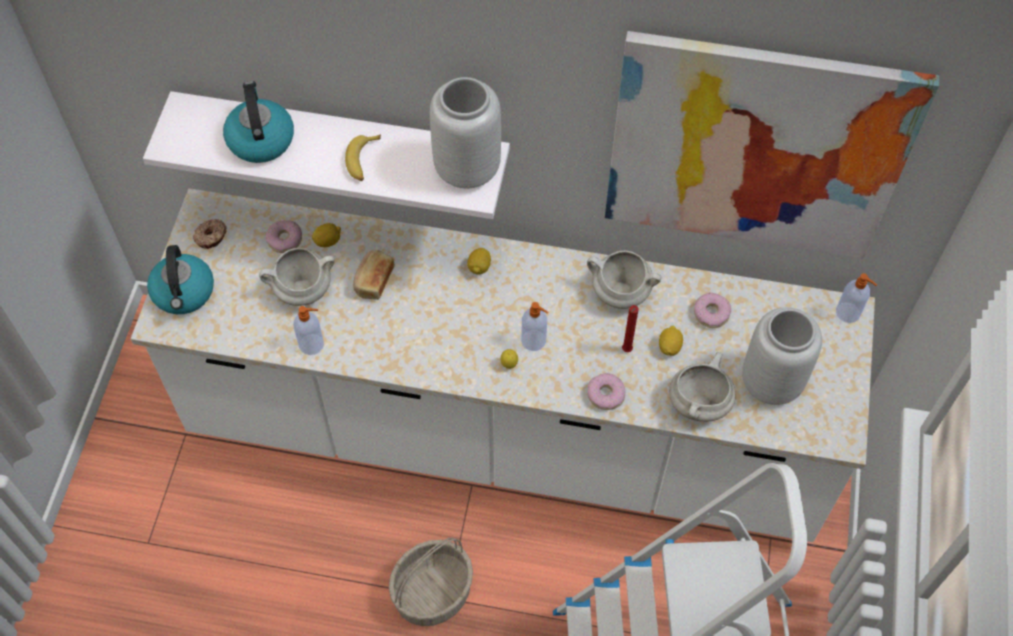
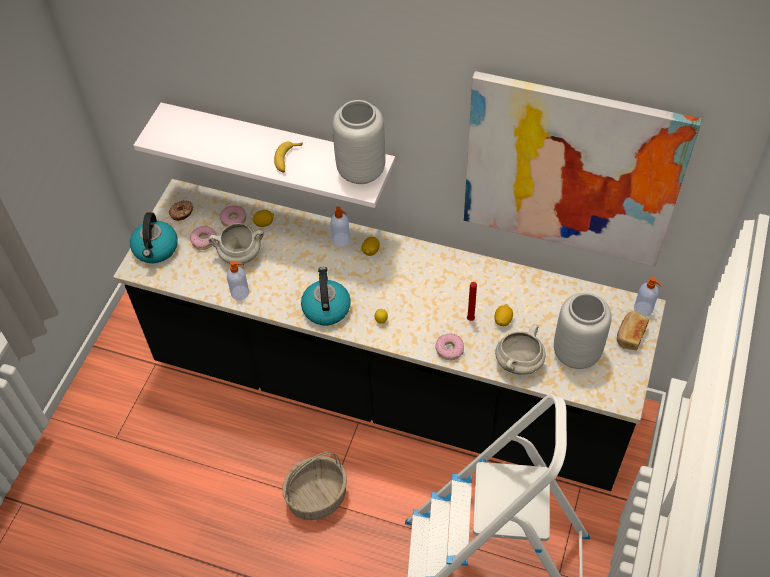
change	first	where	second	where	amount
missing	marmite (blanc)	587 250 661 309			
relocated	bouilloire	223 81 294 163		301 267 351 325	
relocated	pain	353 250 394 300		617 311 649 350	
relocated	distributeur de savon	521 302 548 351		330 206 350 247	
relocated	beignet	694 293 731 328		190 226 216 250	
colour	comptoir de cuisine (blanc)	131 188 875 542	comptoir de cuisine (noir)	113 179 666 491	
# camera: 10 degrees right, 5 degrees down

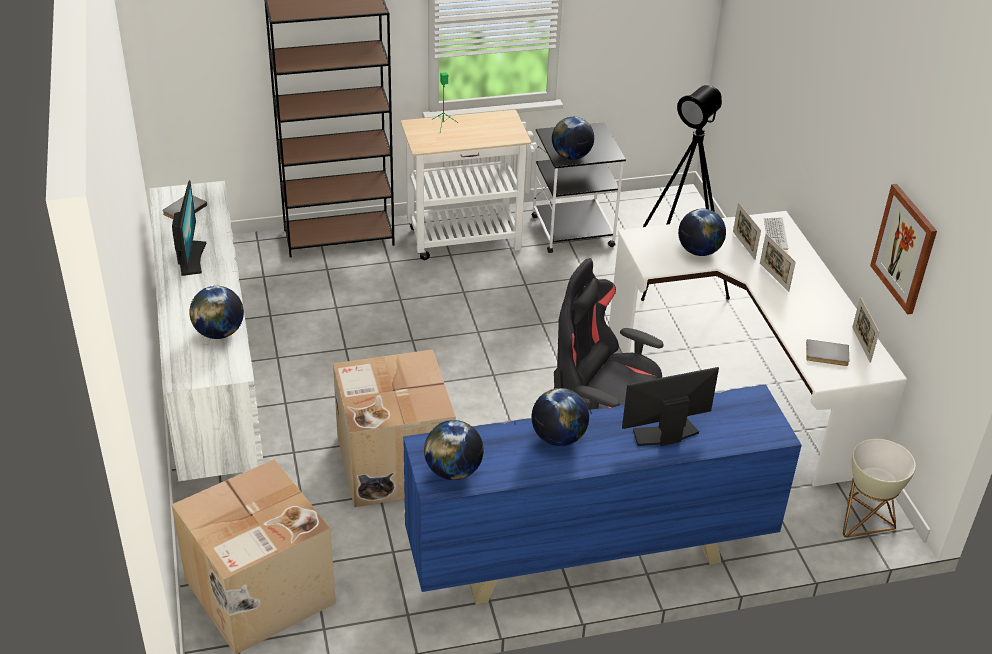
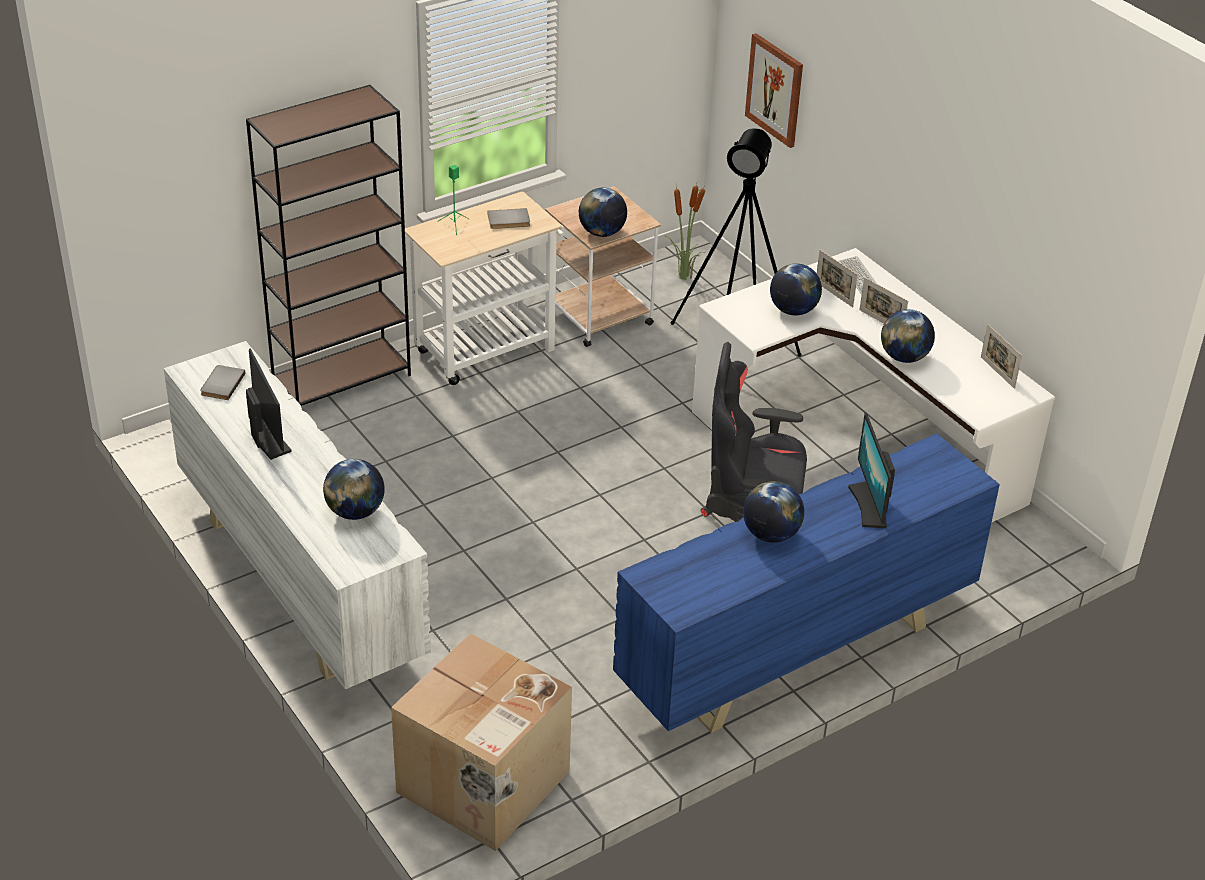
change	first	where	second	where	amount
missing	carton	333 349 456 507			
missing	cache-pot	843 438 916 537			
appeared			plante en pot	664 184 705 280	
relocated	globe	424 420 484 480		881 309 935 363	
relocated	livre (gris)	806 339 849 366		487 208 530 229	
relocated	tableau	870 184 937 315		745 33 803 148	
colour	chariot (noir)	532 122 626 253	chariot (beige)	545 186 661 347	
spun	écran d'ordinateur	622 367 719 446		848 412 895 528	60 degrees counterclockwise
# camera: 20 degrees left, 0 degrees up

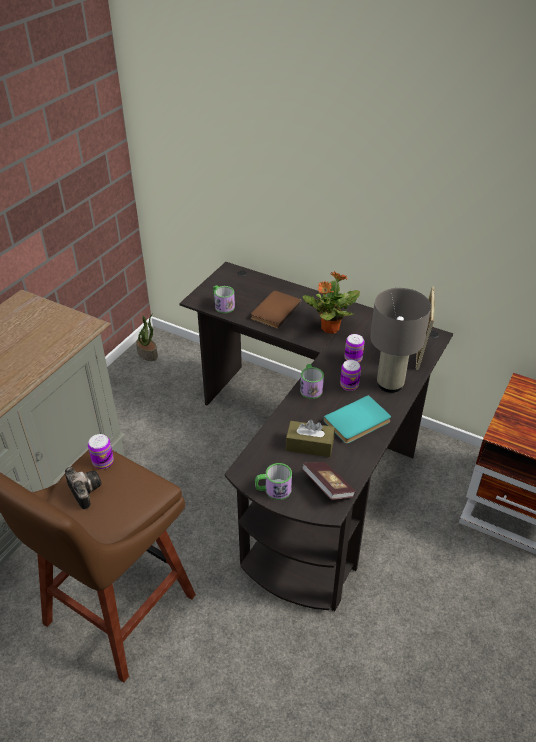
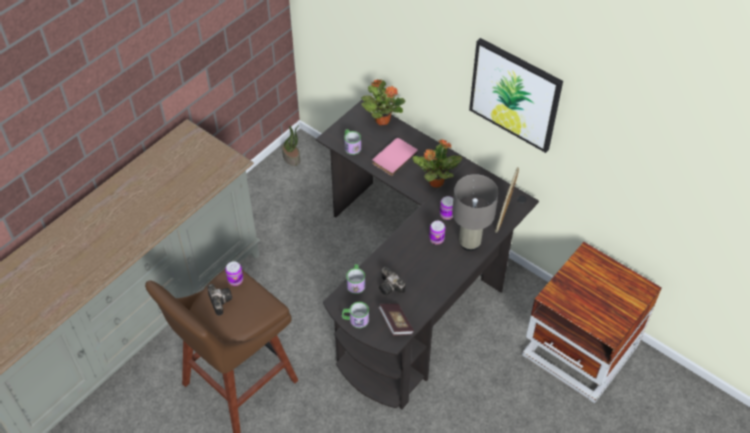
change	first	where	second	where	amount
missing	livre (turquoise)	323 395 391 444			
appeared			plante en pot	361 79 406 125	
appeared			tableau	469 38 563 153	
relocated	mug	300 364 324 399		346 264 365 294	
exchanged	boîte à mouchoirs (marron)	286 420 335 457	appareil photo	379 267 405 295	
colour	livre (marron)	251 291 301 329	livre (rose)	372 138 418 176	
# camera: 10 degrees right, 10 degrees up

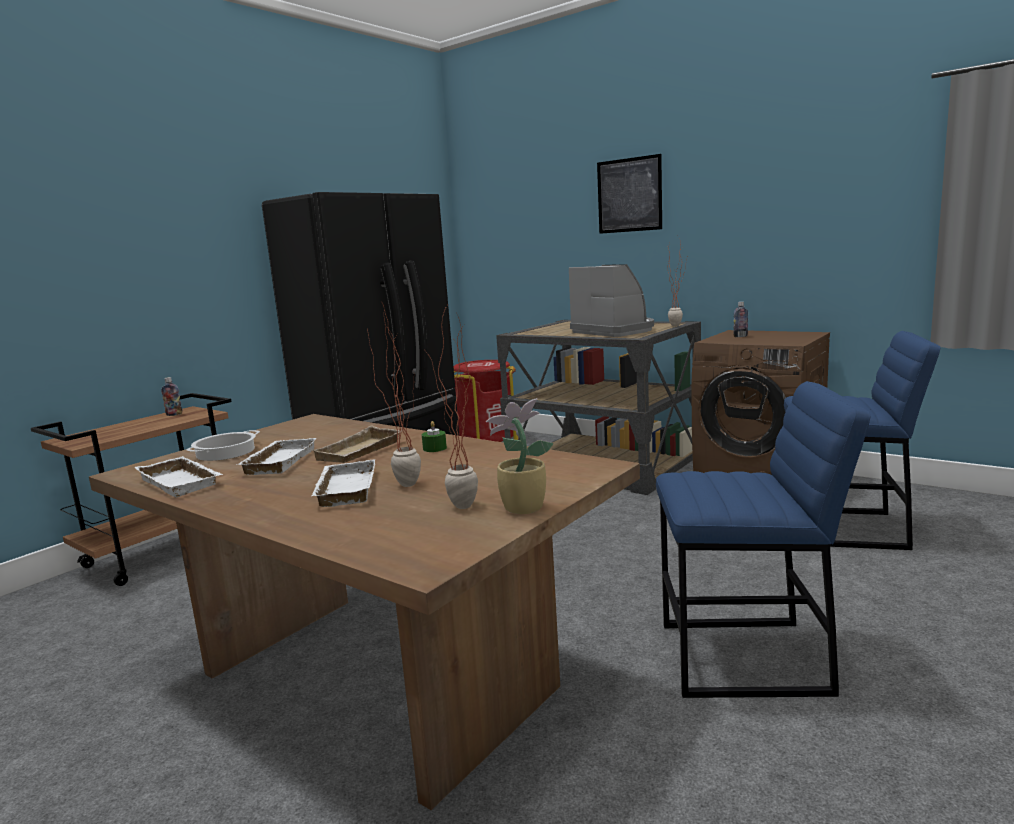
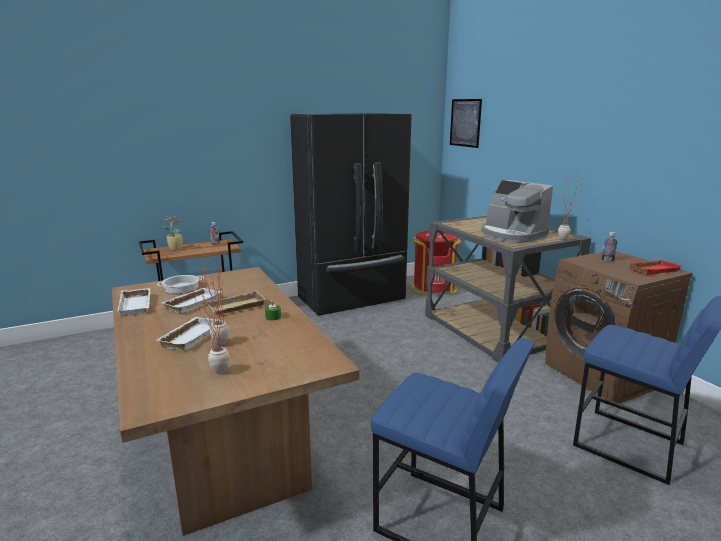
change	first	where	second	where	amount
appeared			plateau (rouge)	628 260 682 275	
relocated	plante en pot	486 398 554 514		162 216 183 250	
relocated	tableau	597 154 662 234		450 99 482 148	
spun	machine à café	569 264 654 337		481 180 553 243	150 degrees clockwise
# camera: 25 degrees right, 5 degrees up

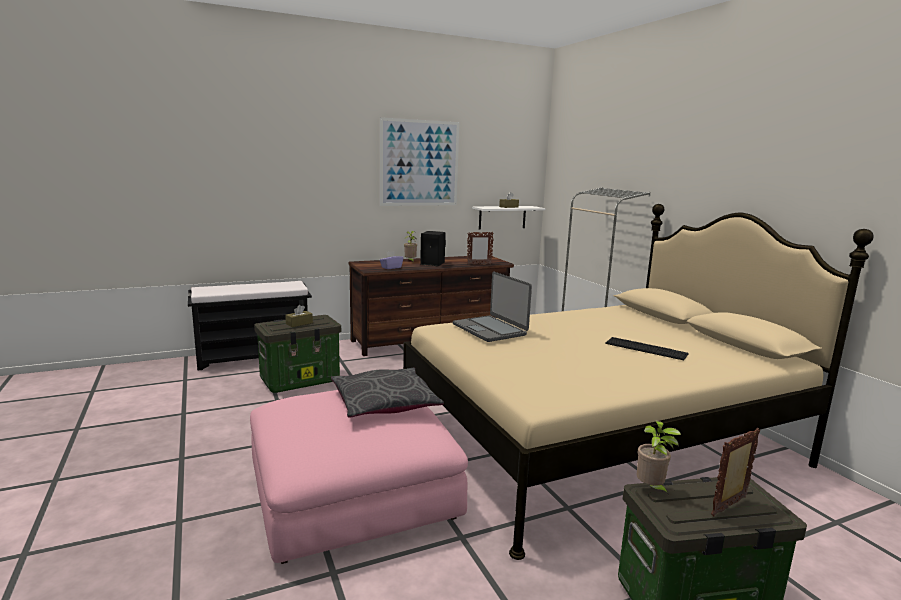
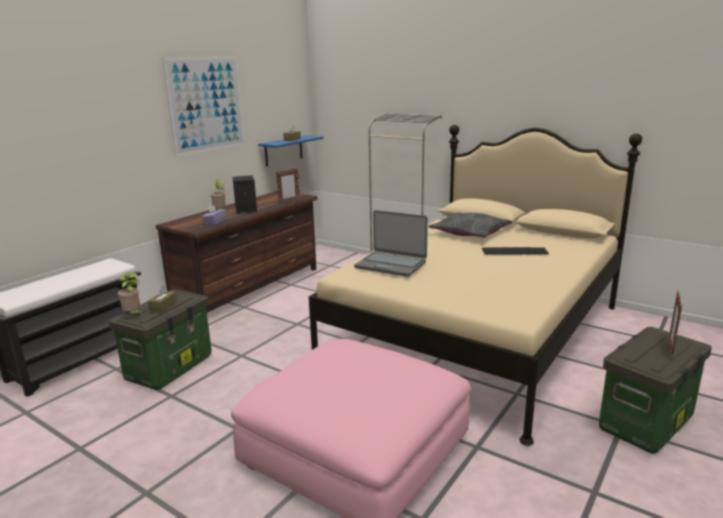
change	first	where	second	where	amount
relocated	coussin (gris)	331 368 444 417		428 213 512 238	
relocated	plante en pot	637 421 681 495		118 273 143 314	
colour	étagère (blanc)	472 206 545 229	étagère (bleu)	258 135 324 166	
# camera: 30 degrees left, 5 degrees up

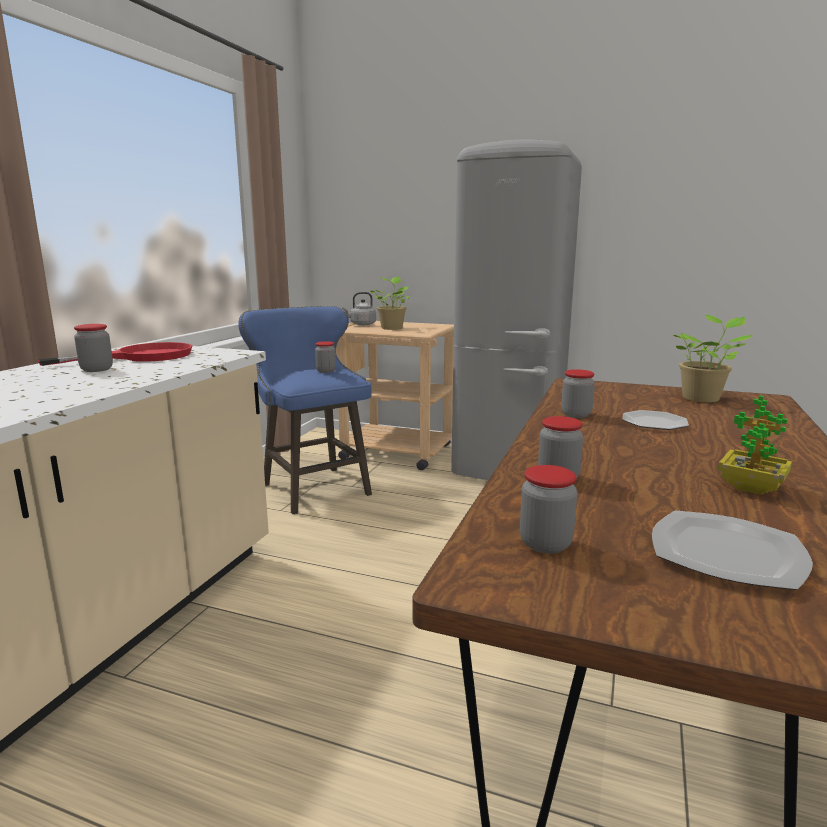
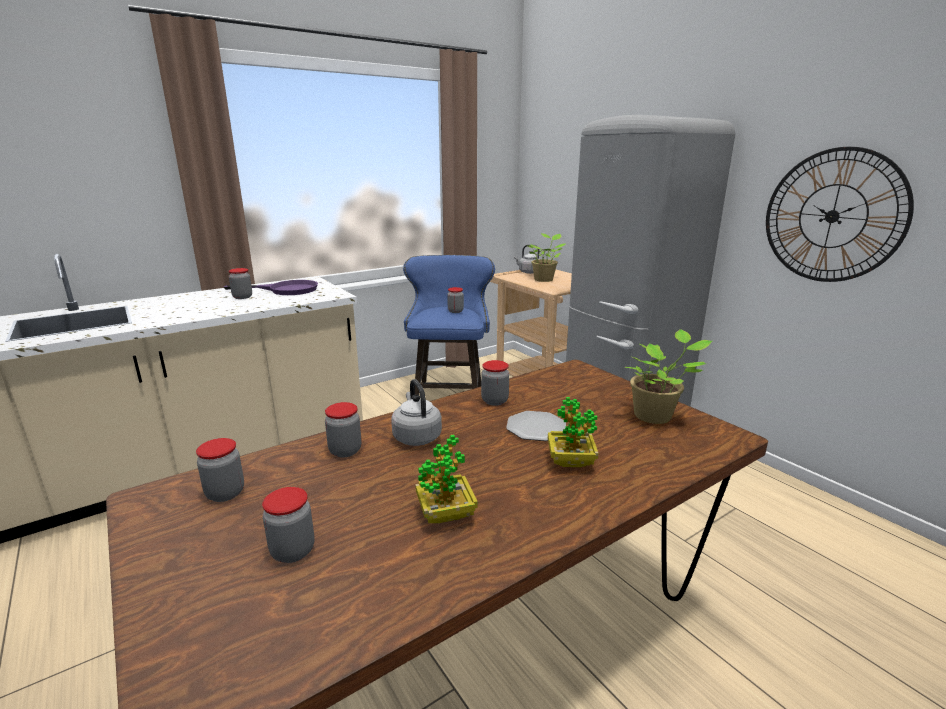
change	first	where	second	where	amount
appeared			bouilloire (gris)	391 379 442 446	
appeared			plante en pot	548 397 598 467	
appeared			horloge murale	766 147 914 282	
exchanged	assiette	652 511 813 590	bocal	262 487 315 563	
colour	poêle (rouge)	37 342 192 366	poêle (violet)	224 280 318 295	
# camera: 35 degrees right, 5 degrees up

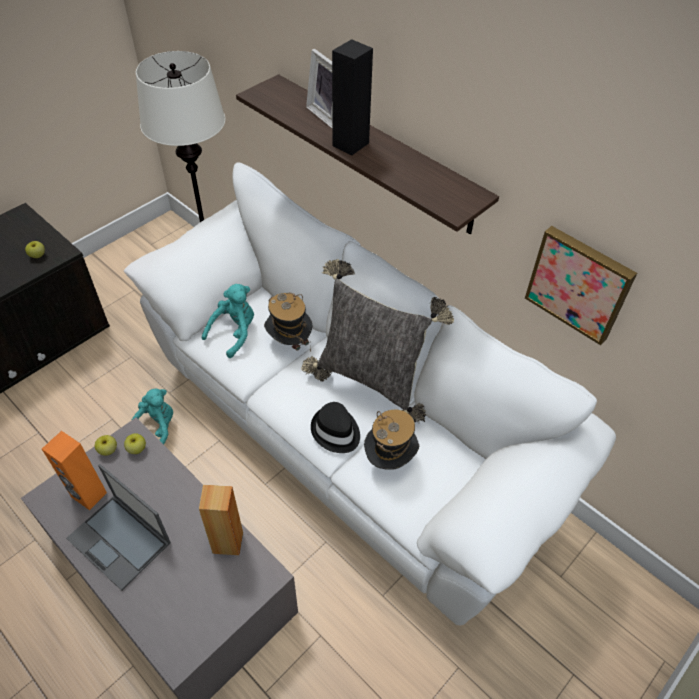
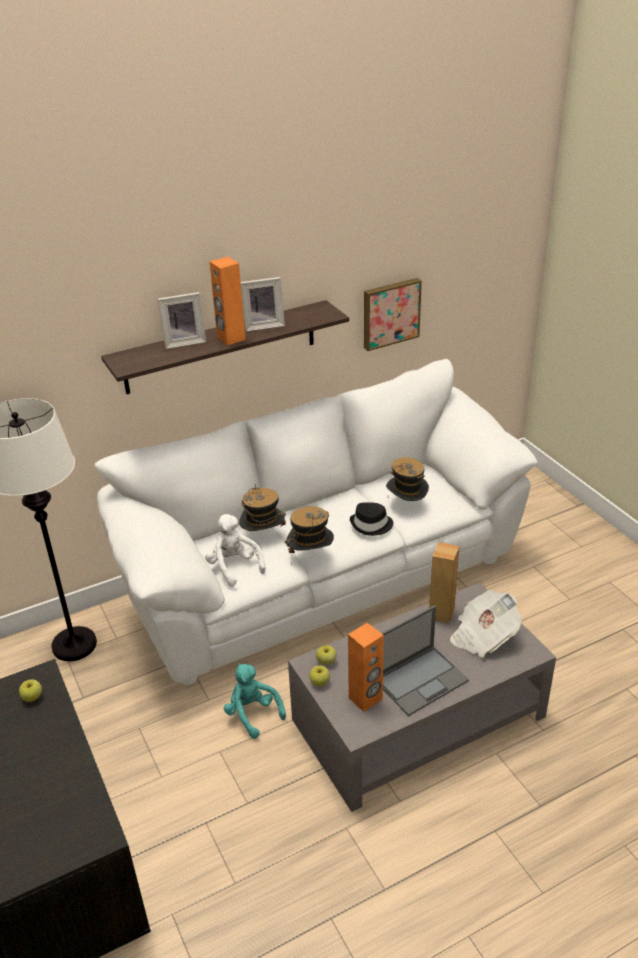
change	first	where	second	where	amount
missing	coussin	301 259 454 423			
appeared			cadre photo	241 277 285 332	
appeared			chapeau	285 506 334 565	
appeared			journal	450 590 522 657	
colour	peluche (turquoise)	202 284 254 358	peluche (blanc)	205 514 265 587	
colour	enceinte (noir)	332 39 373 155	enceinte (orange)	209 257 246 345	
# camera: 70 degrees left, 15 degrees down

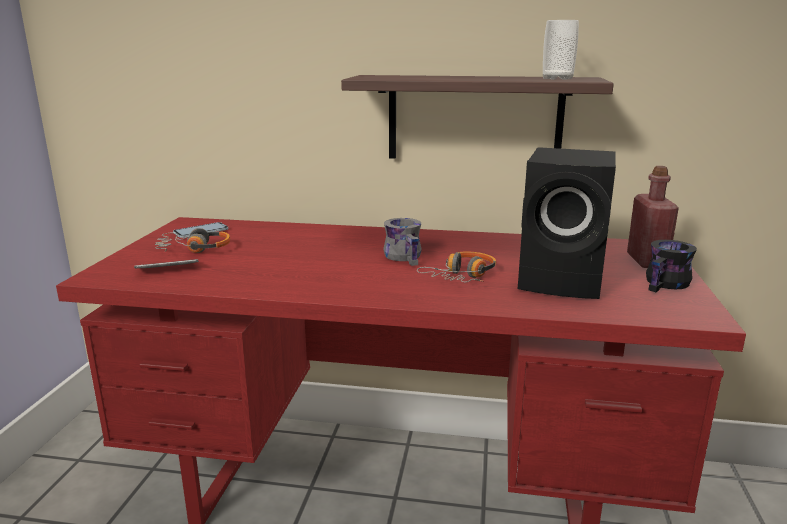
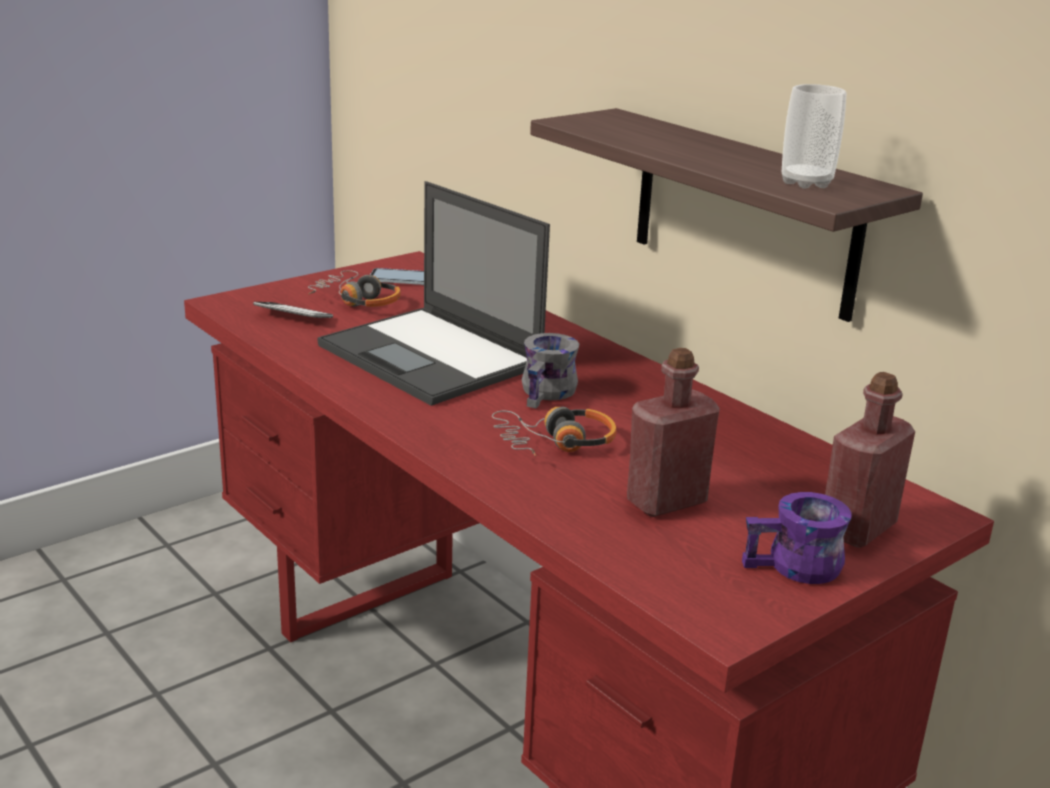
change	first	where	second	where	amount
appeared			ordinateur portable	317 181 550 406	
exchanged	enceinte (noir)	518 147 616 299	bouteille (rouge)	627 348 720 517	
colour	mug (noir)	646 240 697 292	mug (violet)	742 492 852 584	
# camera: 40 degrees right, 5 degrees up

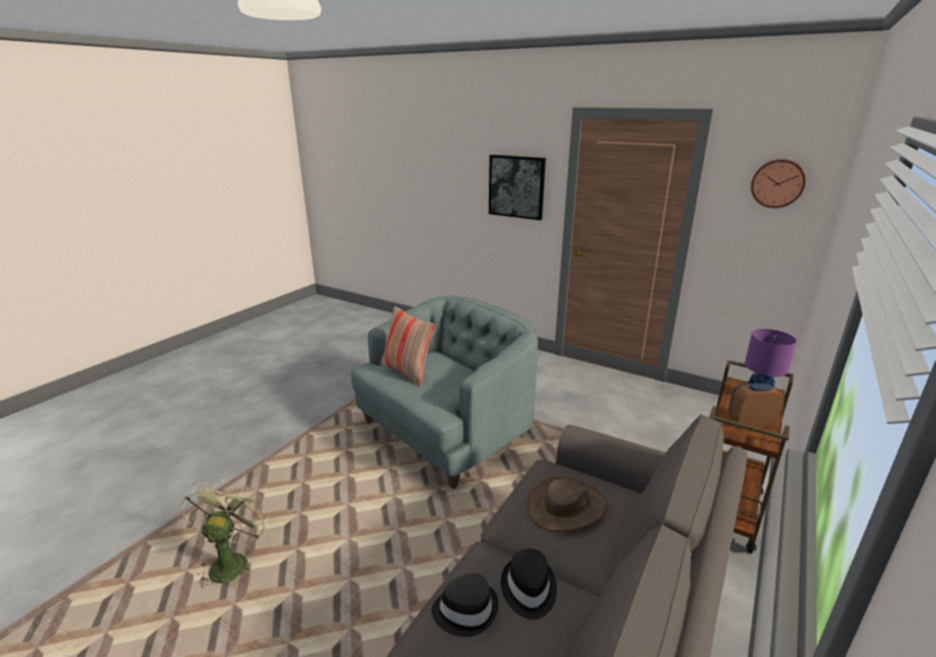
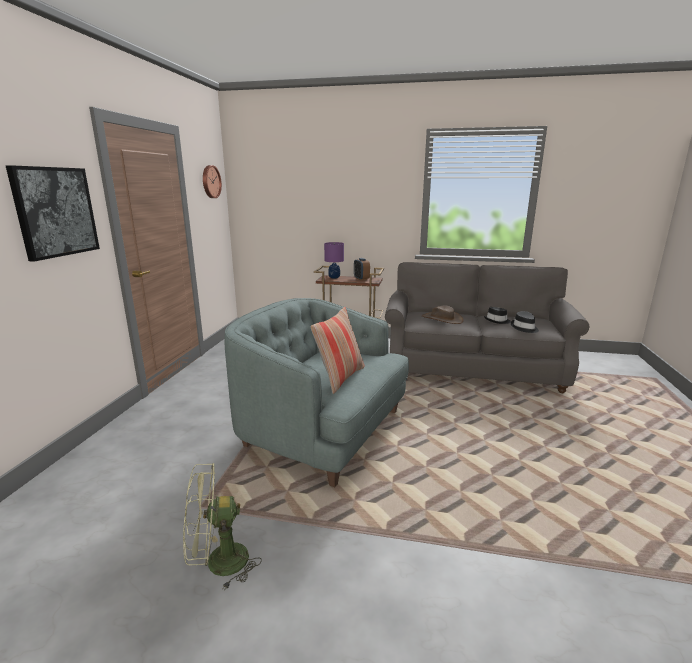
change	first	where	second	where	amount
relocated	ventilateur (vert)	181 479 269 588		183 463 262 591	
# camera: 110 degrees left, 5 degrees down

